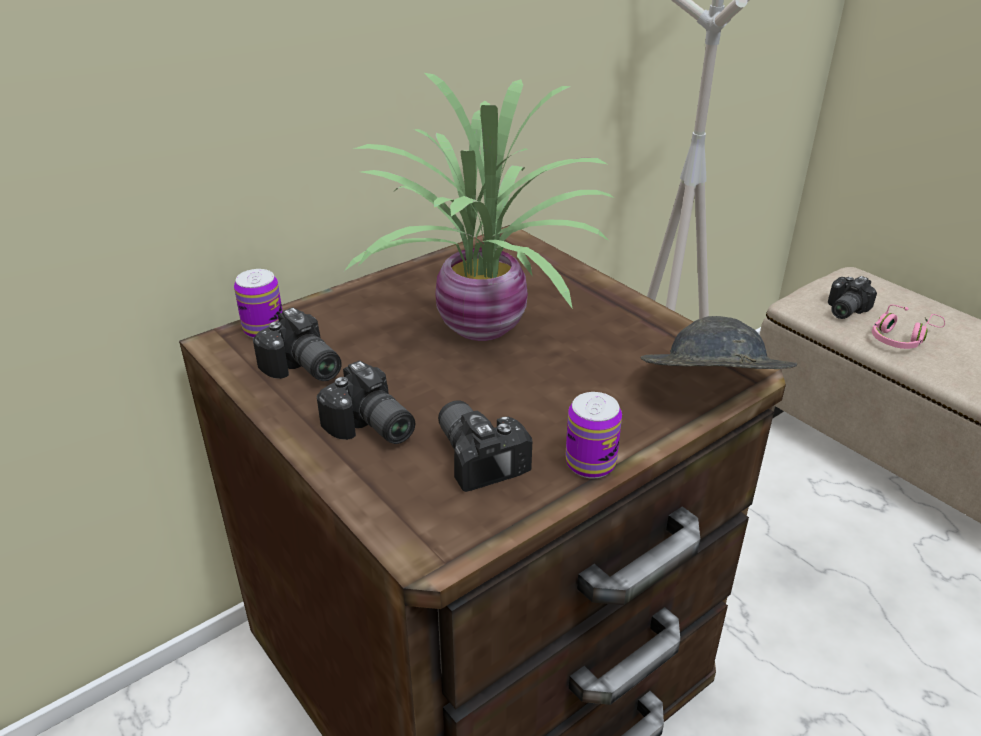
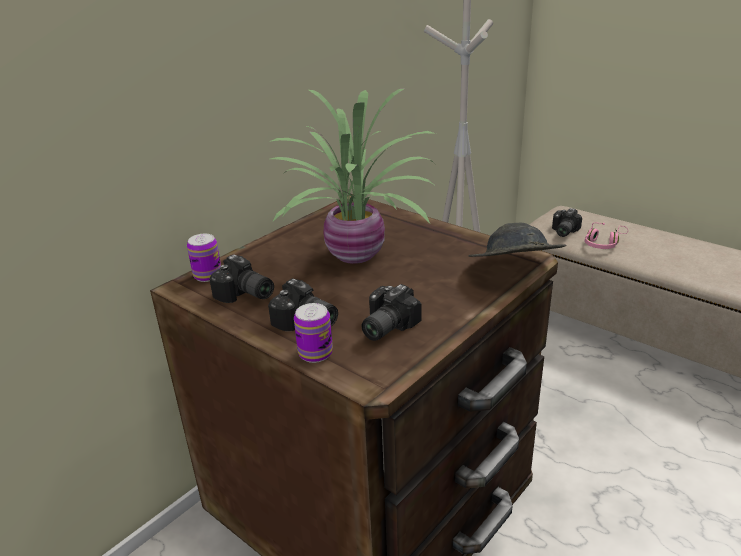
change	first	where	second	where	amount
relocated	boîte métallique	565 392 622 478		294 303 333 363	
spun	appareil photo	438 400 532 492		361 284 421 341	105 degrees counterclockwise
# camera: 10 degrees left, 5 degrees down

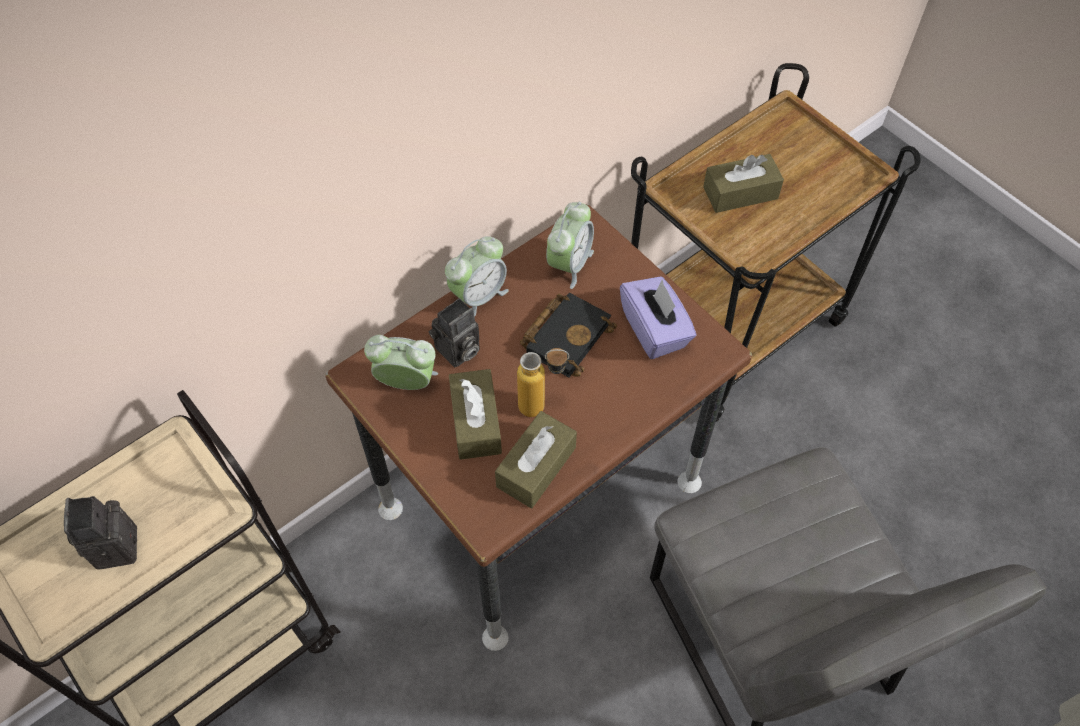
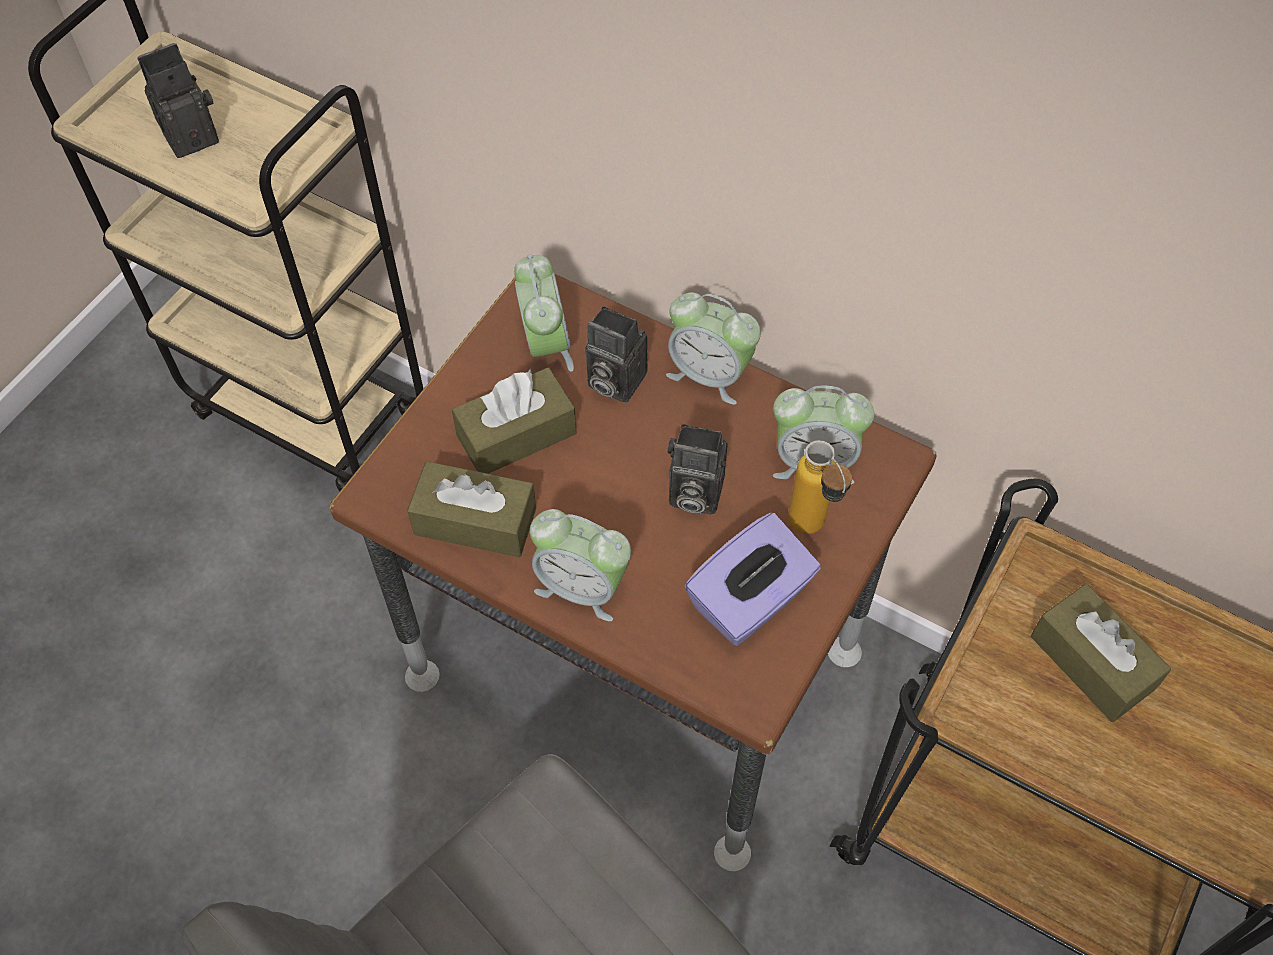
change	first	where	second	where	amount
appeared			réveil	530 509 631 621	
relocated	bouteille	517 348 569 417		788 440 852 534	
exchanged	livre (noir)	520 293 617 377	appareil photo	668 424 728 515	
# camera: 70 degrees right, 0 degrees up

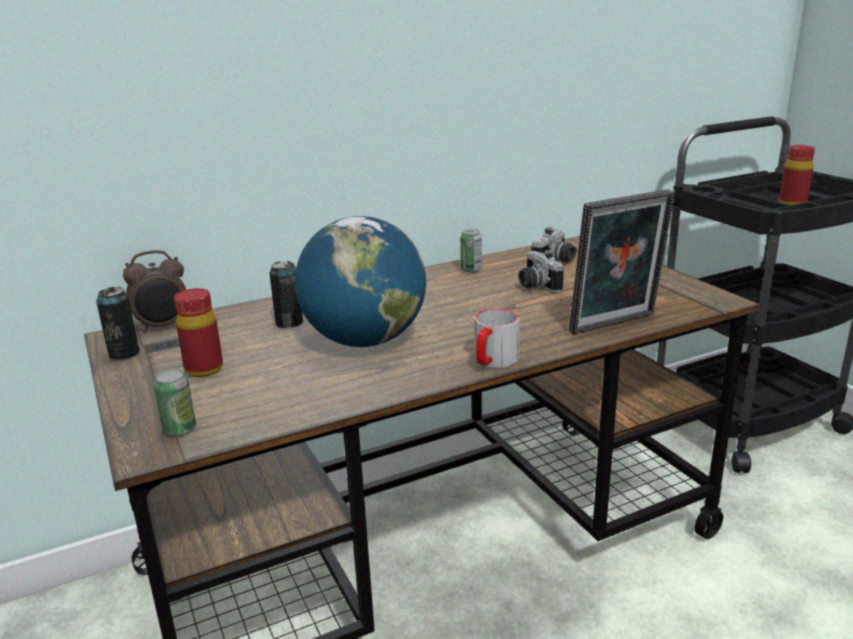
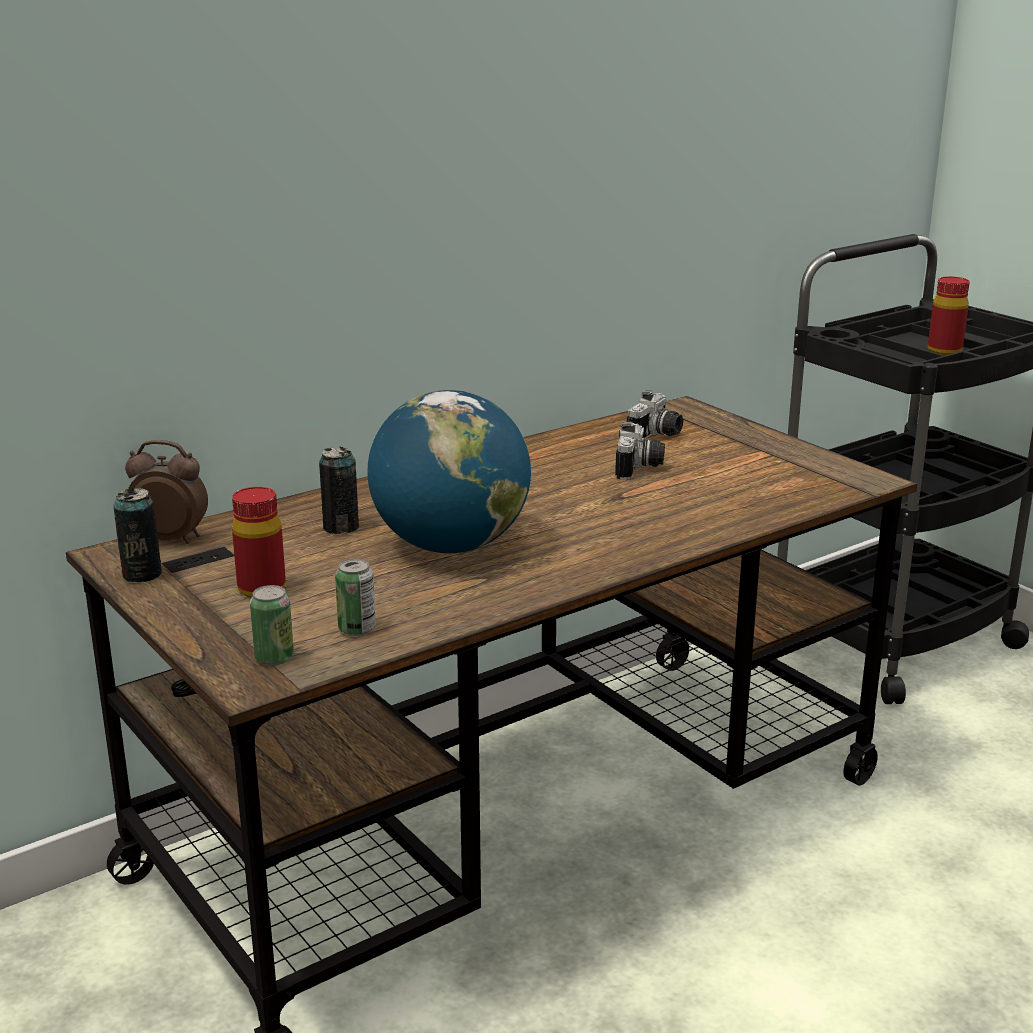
change	first	where	second	where	amount
missing	mug	474 309 520 368			
missing	cadre photo	569 189 675 334			
relocated	boîte métallique	460 229 482 273		335 559 376 636	
spun	réveil	123 250 186 333		125 440 208 544	135 degrees counterclockwise
spun	appareil photo	518 250 564 292		615 421 665 480	135 degrees counterclockwise
# camera: 10 degrees left, 0 degrees up

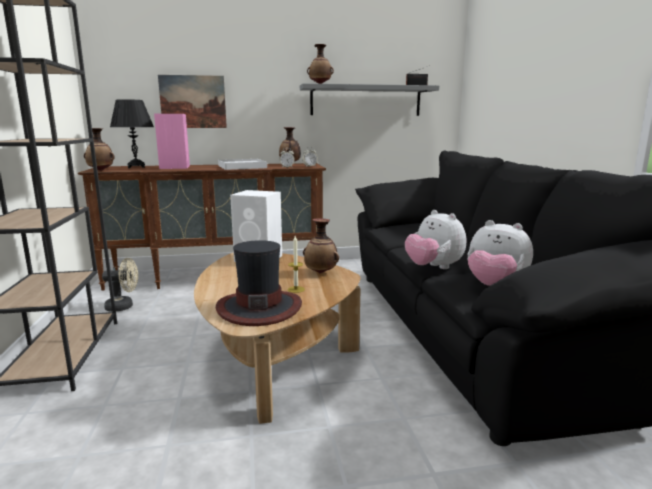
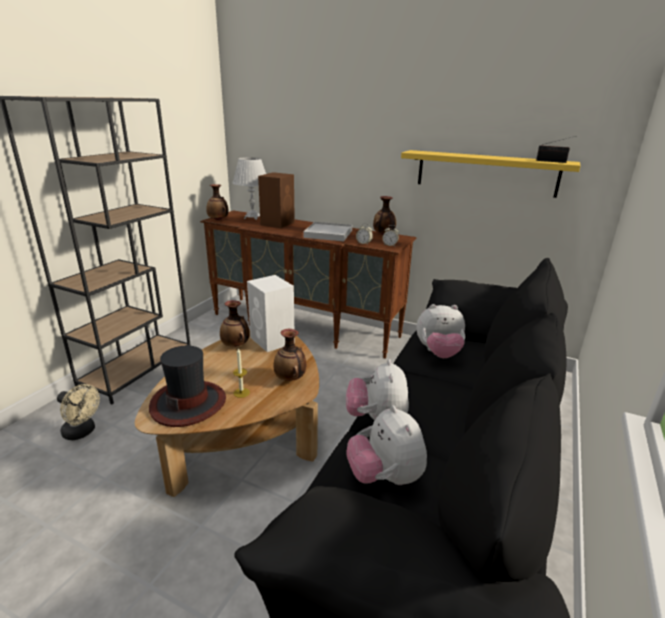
change	first	where	second	where	amount
missing	tableau	158 75 227 128			
appeared			peluche	417 304 466 358	
relocated	ventilateur (beige)	102 258 138 312		57 384 100 440	
relocated	vase	307 44 334 84		220 300 250 347	
colour	lampe de table (noir)	110 99 154 168	lampe de table (blanc)	232 157 266 220	
colour	enceinte (rose)	154 114 190 169	enceinte (marron)	258 172 295 228	
colour	étagère (gris)	300 83 439 116	étagère (jaune)	401 150 581 198	
# camera: 35 degrees right, 10 degrees up

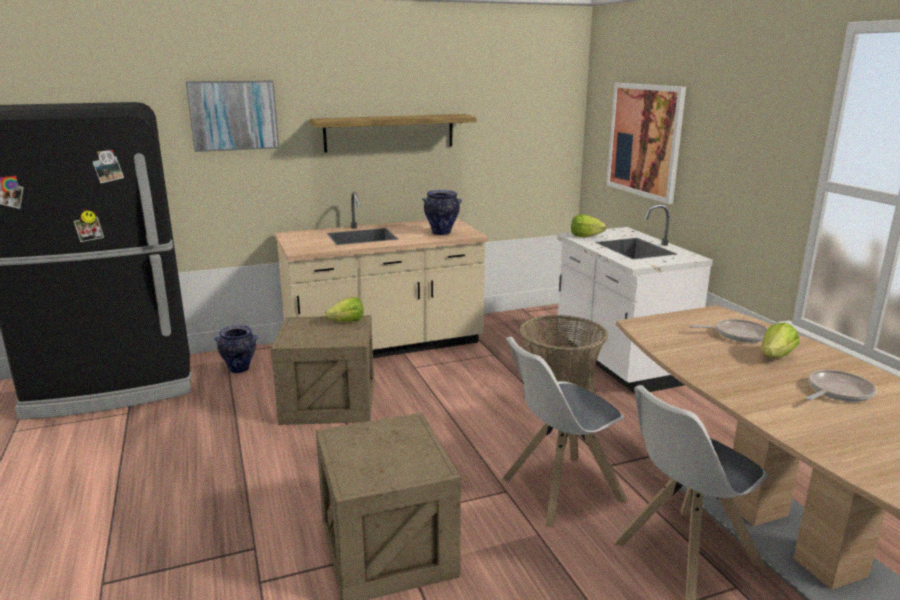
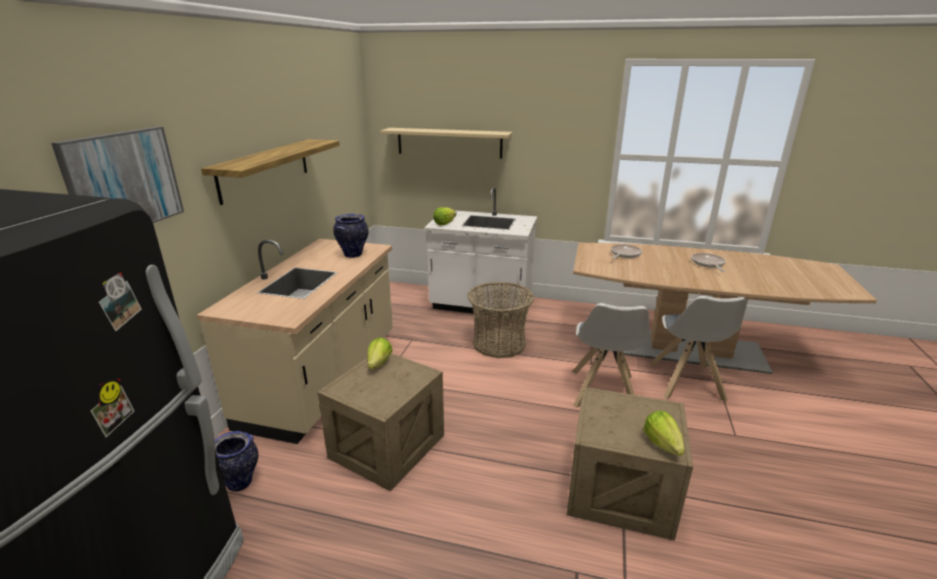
change	first	where	second	where	amount
relocated	laitue	761 323 799 359		643 411 685 456	
exchanged	tableau	606 83 686 204	étagère (beige)	381 128 513 158	
# camera: 55 degrees left, 5 degrees up

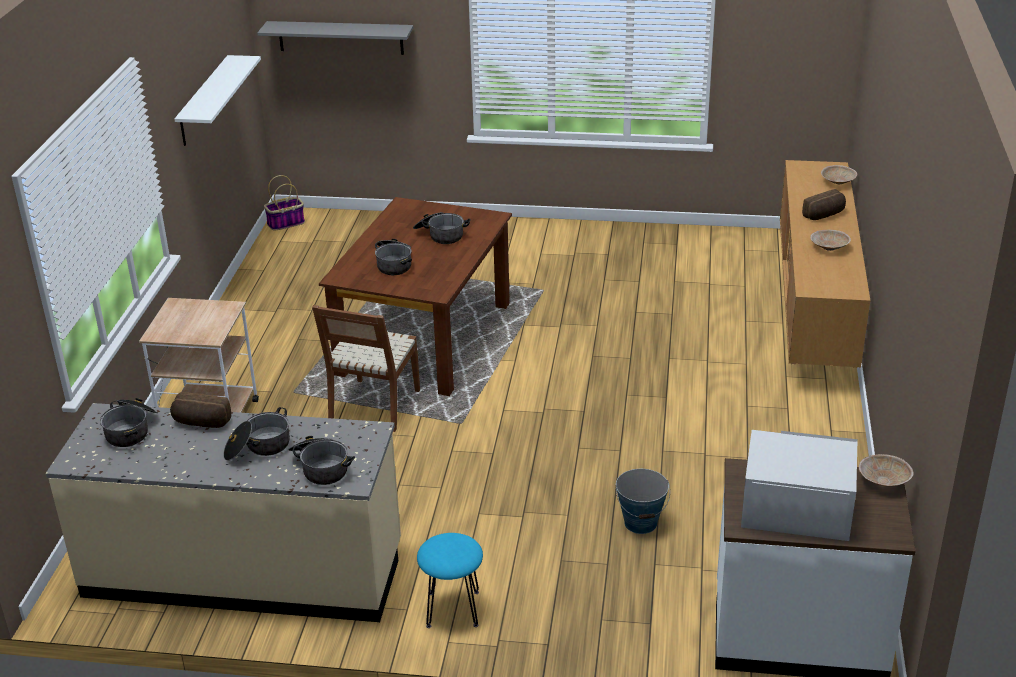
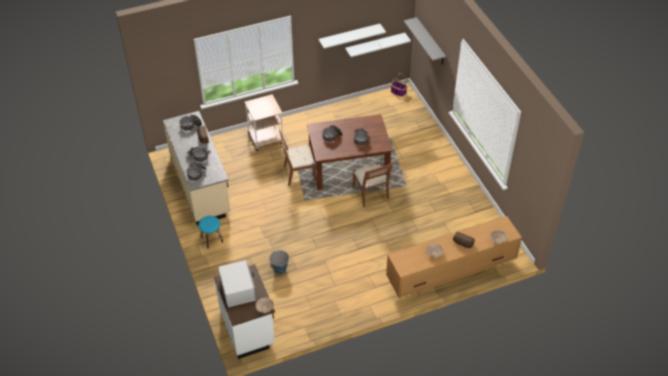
change	first	where	second	where	amount
appeared			étagère (blanc)	345 33 411 57	
appeared			chaise	353 163 393 207	
# camera: 60 degrees right, 15 degrees up

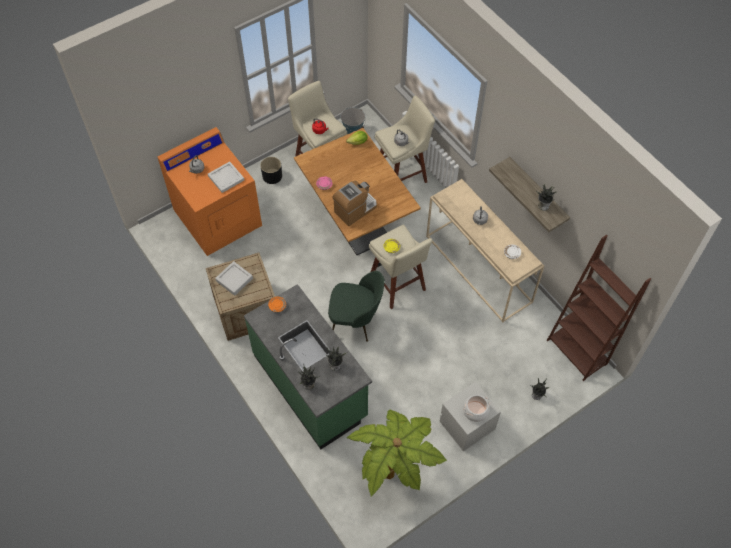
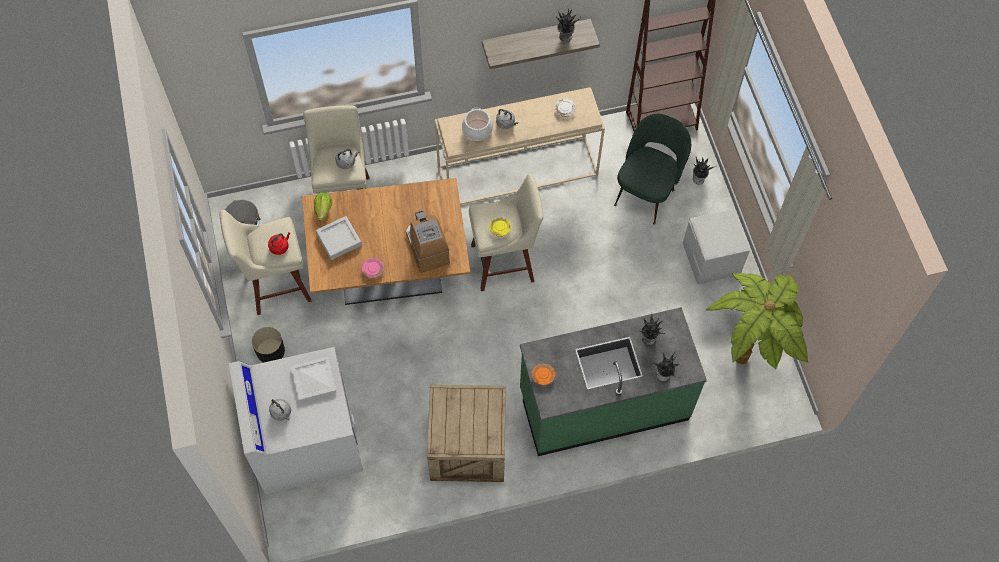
change	first	where	second	where	amount
relocated	plateau (gris)	215 261 253 296		316 216 362 260	
relocated	chaise (vert)	328 271 385 342		614 114 691 225	
relocated	marmite	463 395 490 422		462 107 493 141	
colour	lave-linge (orange)	158 127 262 256	lave-linge (blanc)	229 347 363 494	
# camera: 70 degrees left, 5 degrees up

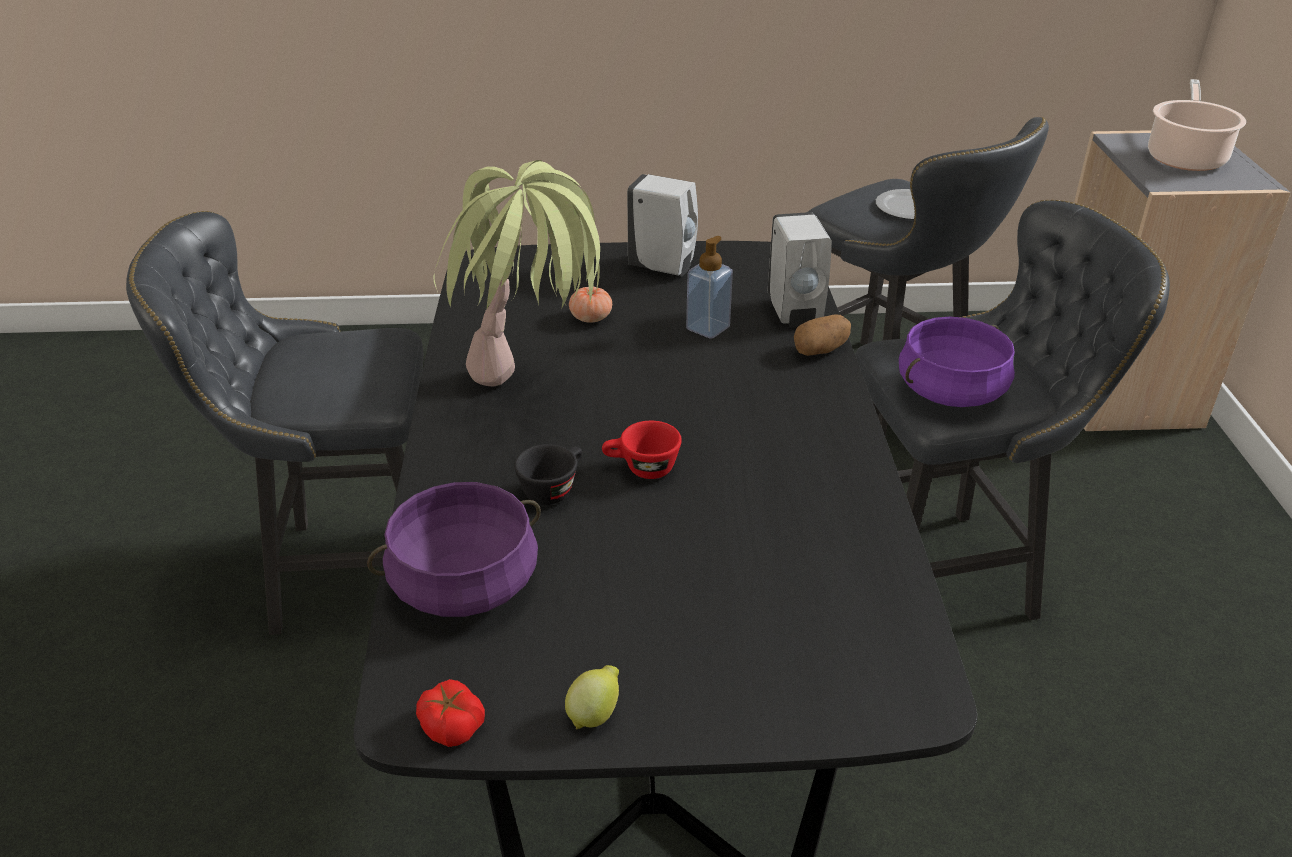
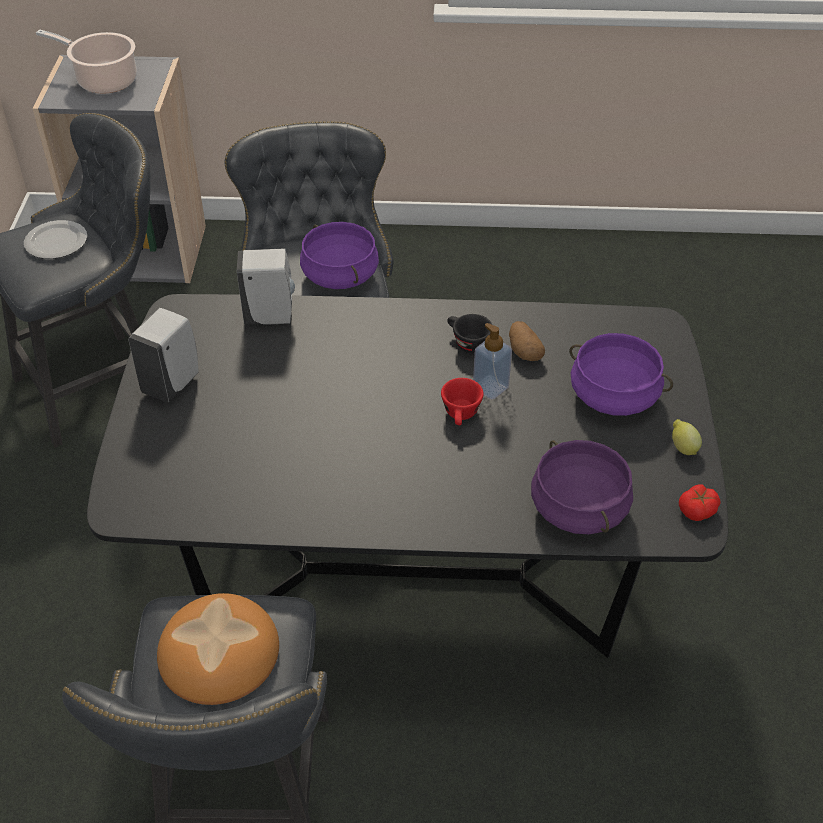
change	first	where	second	where	amount
missing	plante en pot	433 160 600 387			
missing	tomate	569 287 612 323			
appeared			pain	157 593 279 705	
appeared			marmite (violet)	569 333 673 416	
relocated	tasse (noir)	514 444 582 505		447 314 492 353	
relocated	distributeur de savon	686 236 733 339		473 323 512 399	
relocated	pomme de terre	794 314 851 356		509 321 545 361	
# camera: 85 degrees left, 10 degrees up

